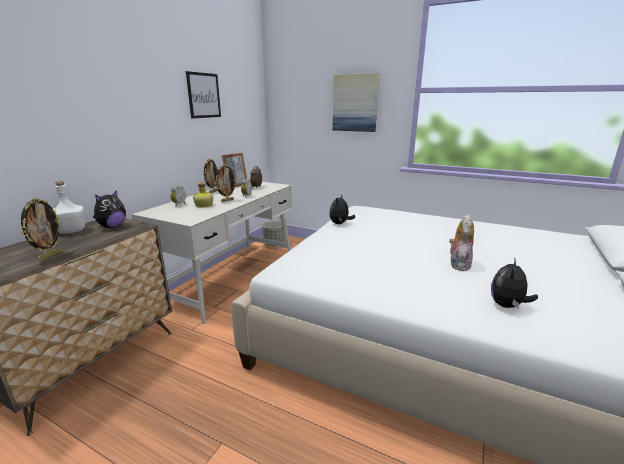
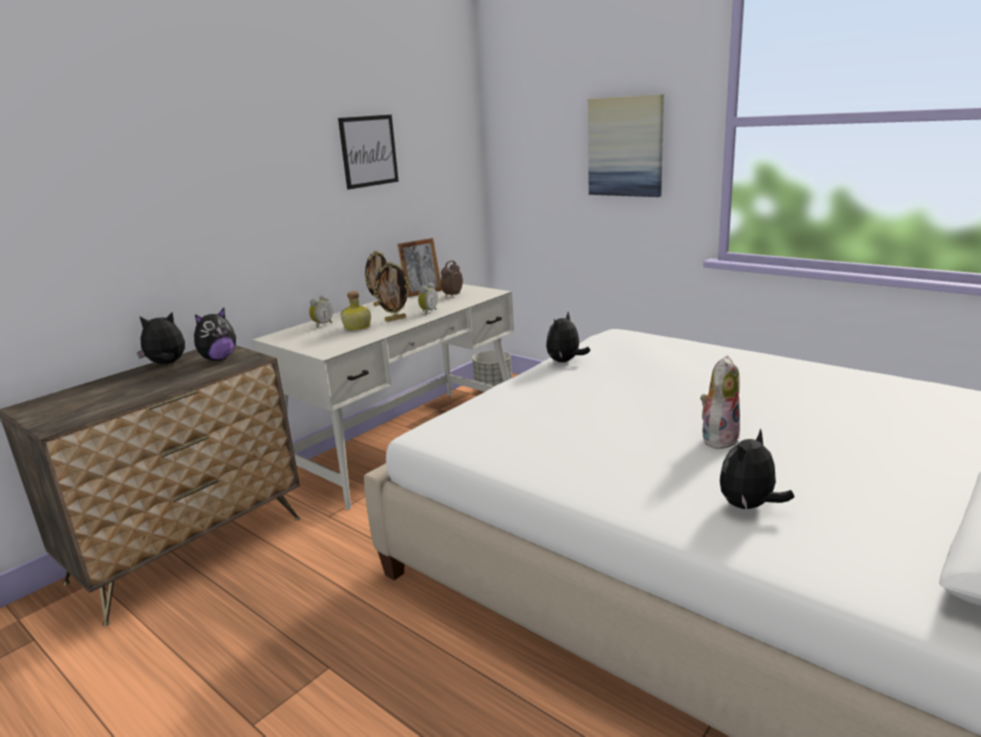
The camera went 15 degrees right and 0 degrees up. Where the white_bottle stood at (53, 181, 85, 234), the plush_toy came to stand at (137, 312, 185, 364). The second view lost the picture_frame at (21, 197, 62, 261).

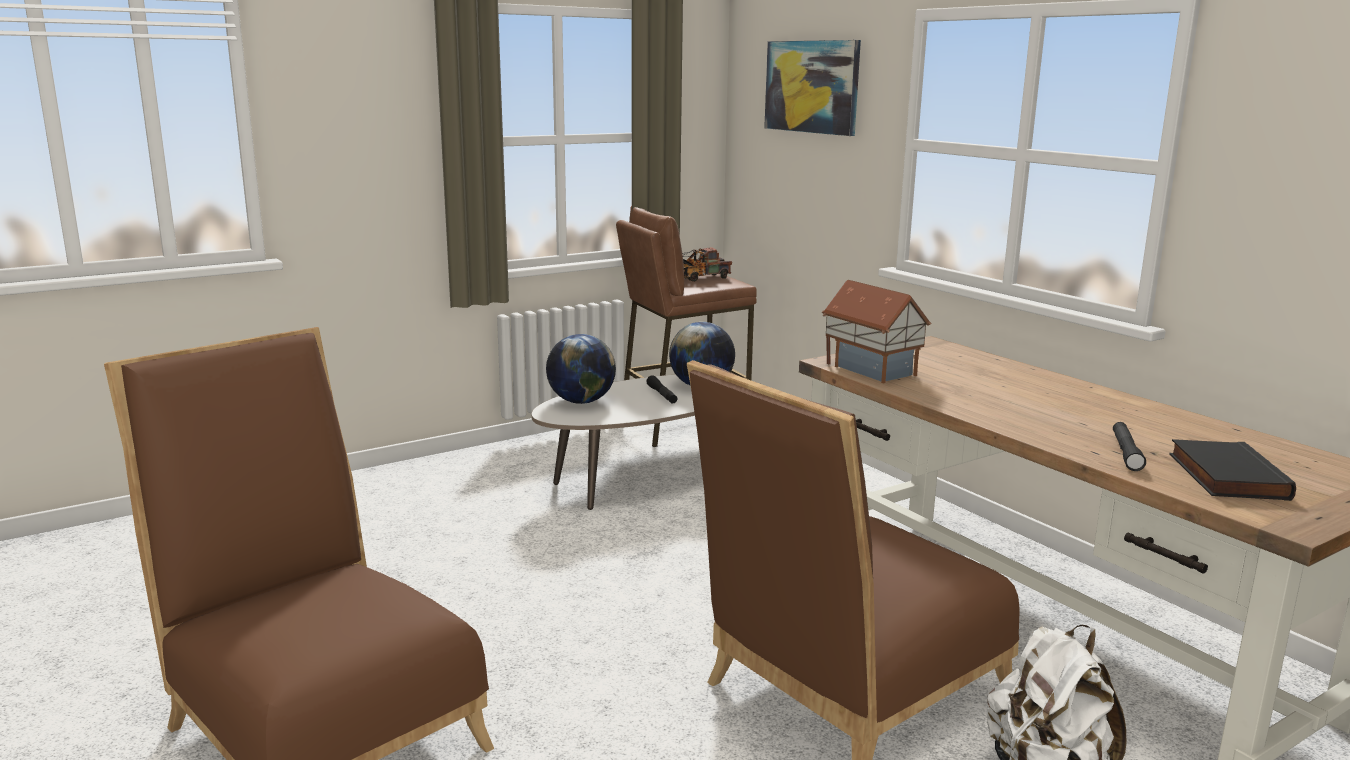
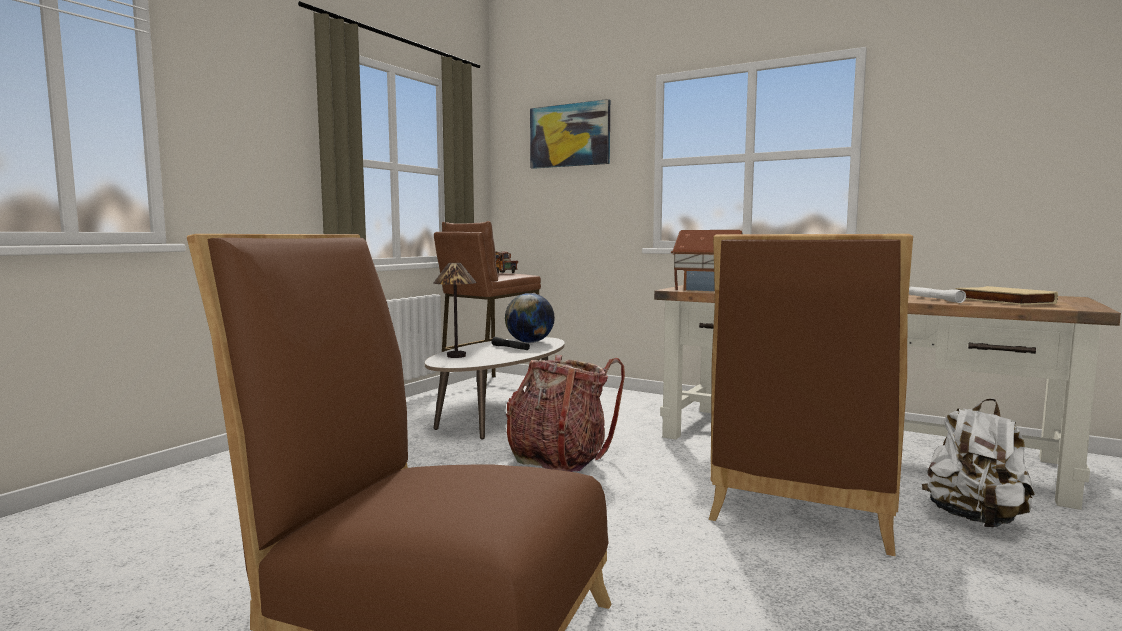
The camera went 25 degrees left and 10 degrees down. Where the globe stood at (546, 334, 616, 404), the table_lamp came to stand at (433, 263, 477, 358). The second view gained the backpack at (506, 355, 625, 472). What was the black_flashlight at (1113, 422, 1146, 471) turned into the white_flashlight at (909, 286, 966, 303). What was the black_book at (1169, 439, 1296, 501) turned into the beige_book at (955, 286, 1058, 305).

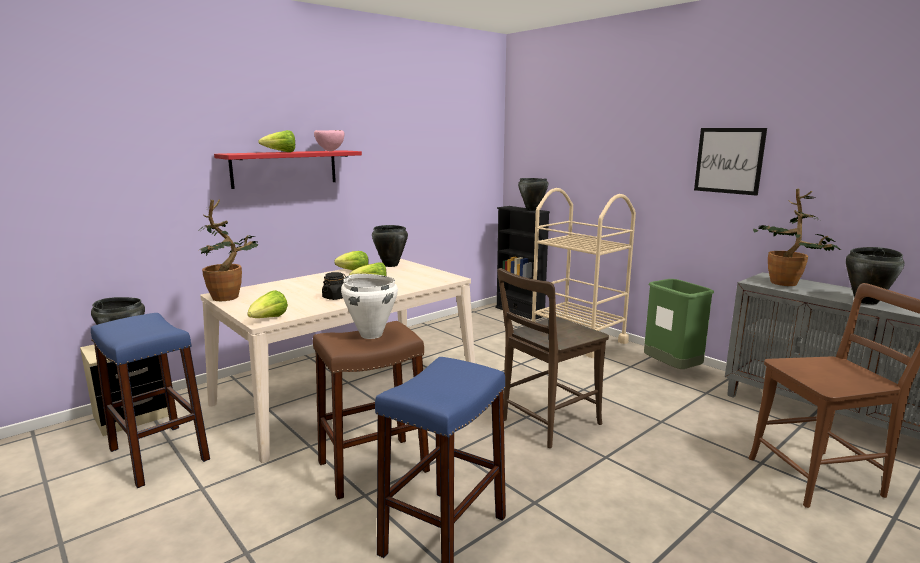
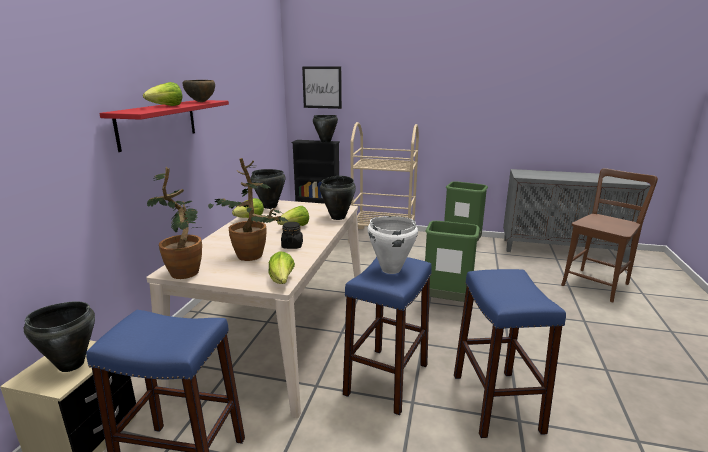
The camera went 35 degrees left and 5 degrees up. What was the pink_bowl at (314, 130, 344, 151) turned into the brown_bowl at (183, 80, 215, 102). The potted_plant ended up elsewhere, having gone from (753, 189, 840, 286) to (208, 158, 288, 261). The picture ended up elsewhere, having gone from (694, 128, 767, 196) to (302, 66, 342, 109). The black_cooking_pot ended up elsewhere, having gone from (846, 247, 905, 304) to (320, 176, 356, 220). What was the brown_stool at (313, 321, 430, 500) turned into the blue_stool at (343, 257, 432, 415). Where the brown_chair stood at (498, 268, 609, 448), the green_trash_can came to stand at (425, 221, 480, 302).

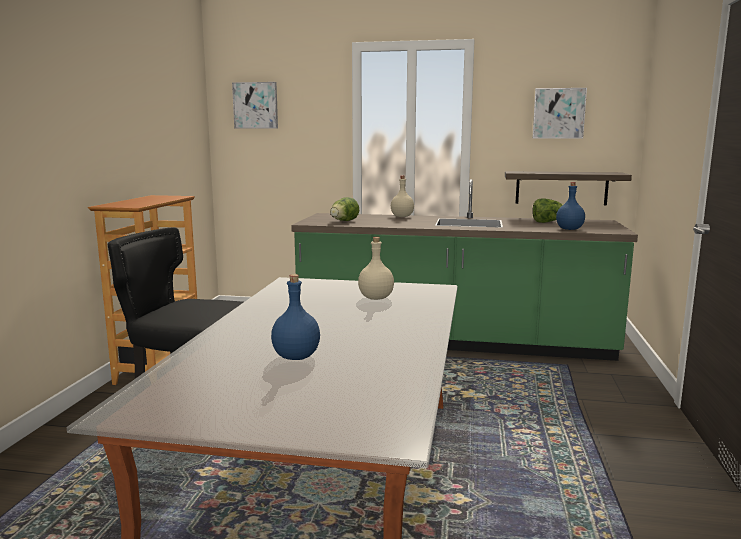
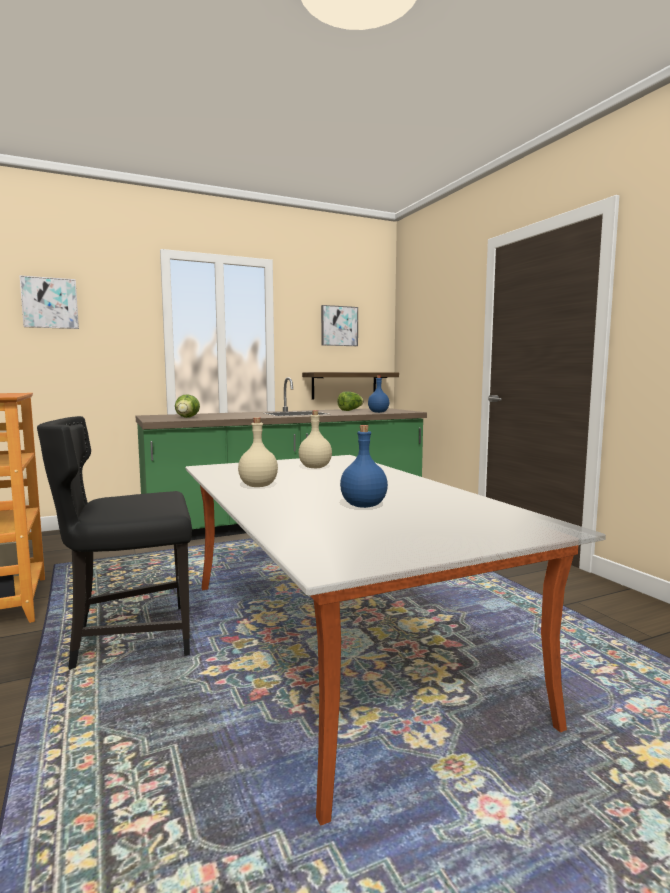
The camera went 35 degrees left and 5 degrees down. The beige_bottle ended up elsewhere, having gone from (391, 176, 414, 217) to (238, 417, 278, 487).

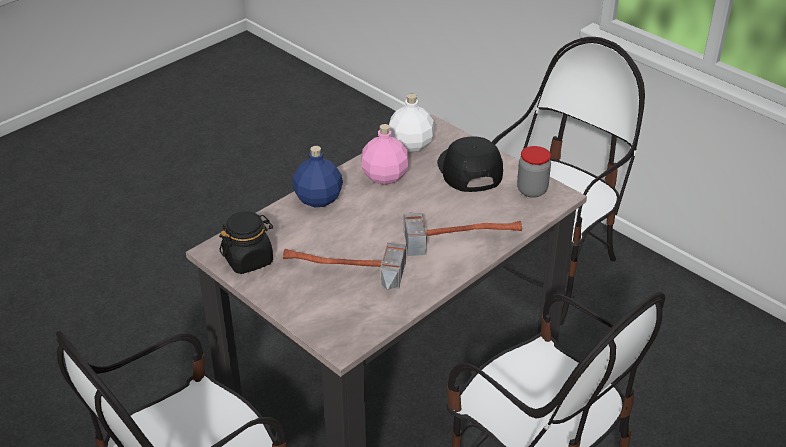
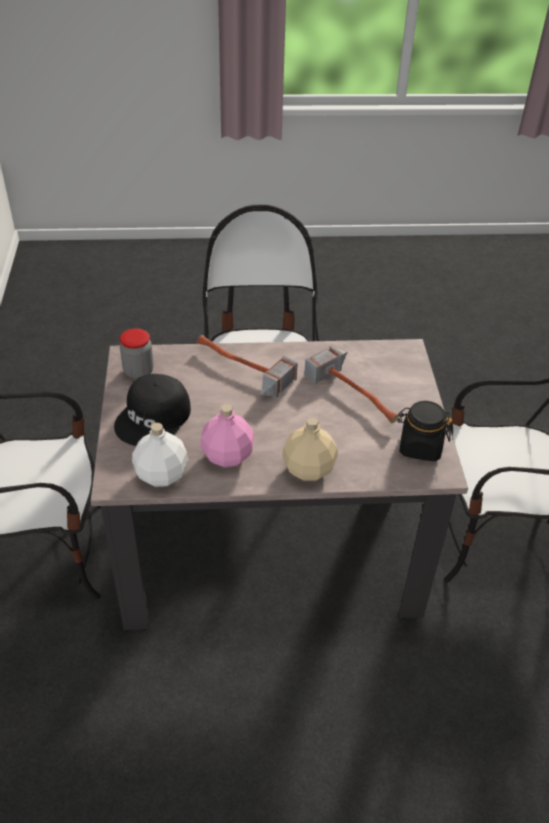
The camera went 140 degrees left and 5 degrees up. What was the blue_bottle at (292, 146, 343, 207) turned into the beige_bottle at (282, 418, 338, 481).

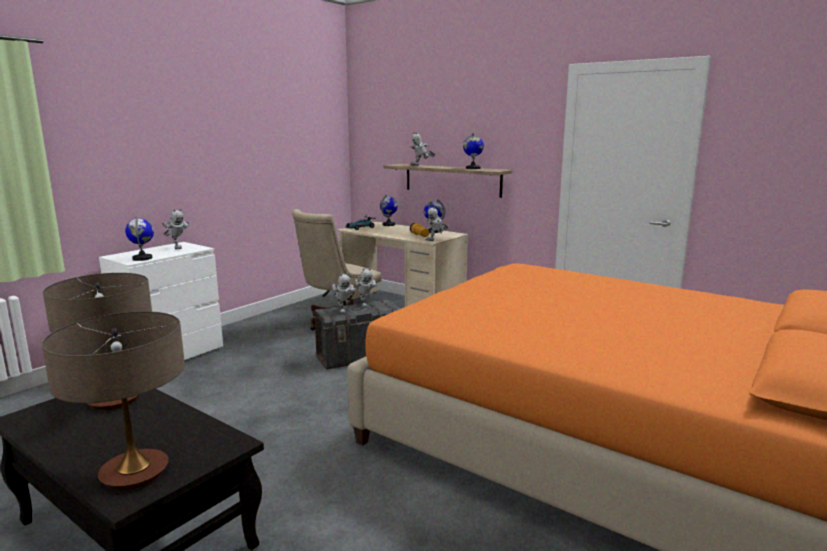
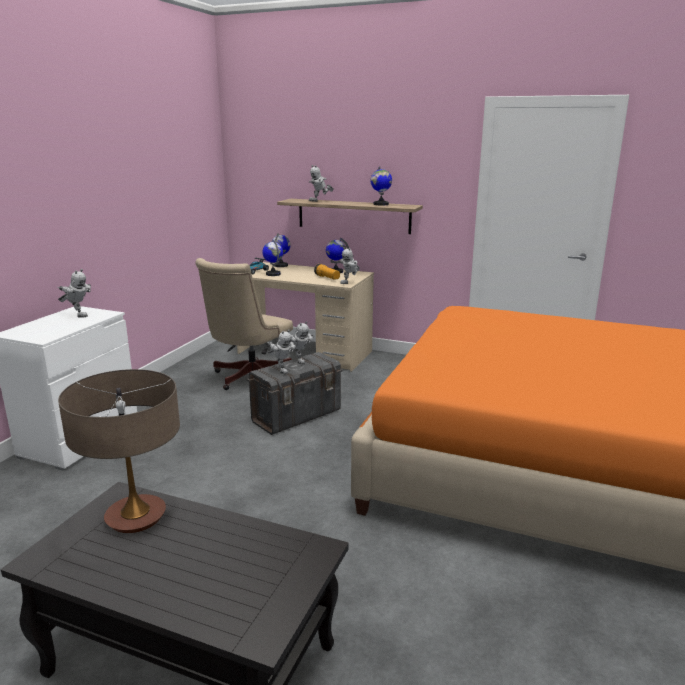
The camera went 15 degrees left and 5 degrees up. The globe ended up elsewhere, having gone from (125, 216, 154, 261) to (262, 240, 283, 276). The second view lost the table_lamp at (42, 311, 185, 490).

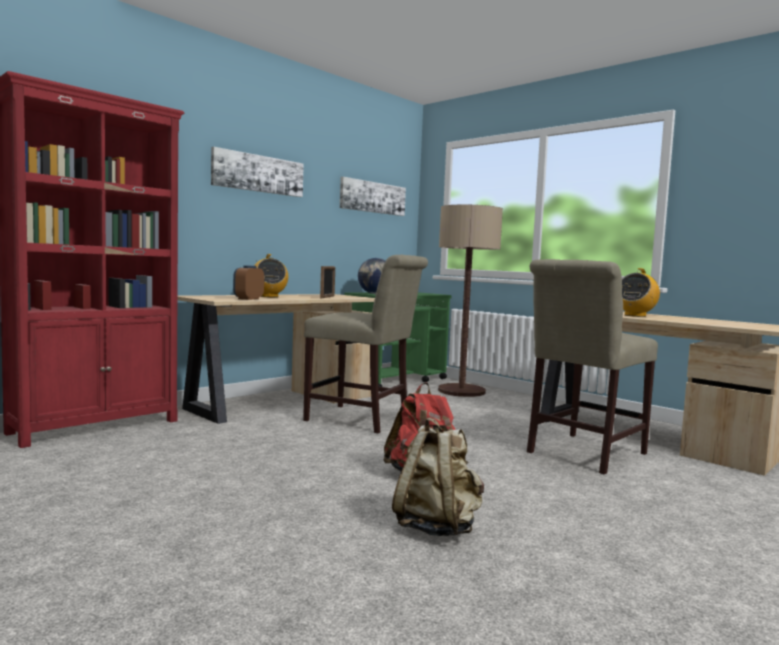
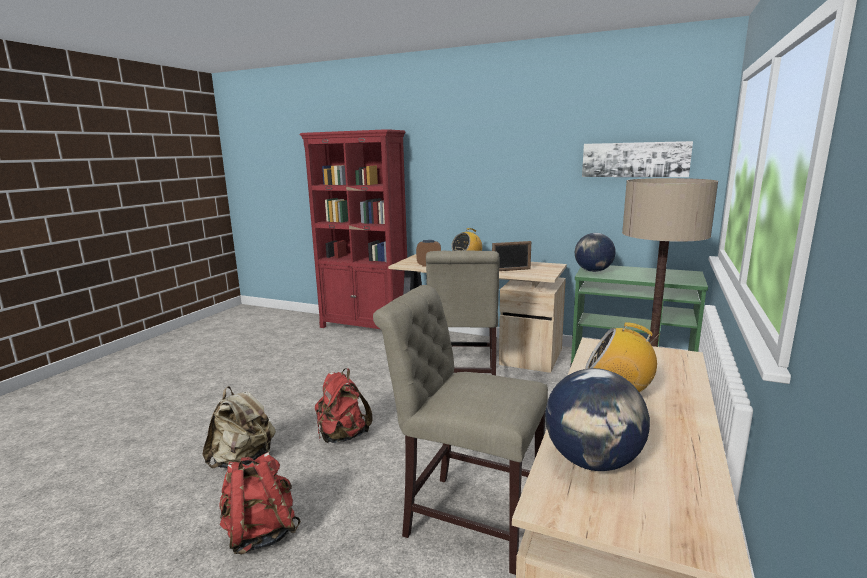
The camera went 70 degrees right and 10 degrees up. The second view gained the red_backpack at (219, 452, 301, 555). The second view gained the globe at (545, 368, 650, 471). The second view lost the picture at (211, 147, 304, 197).

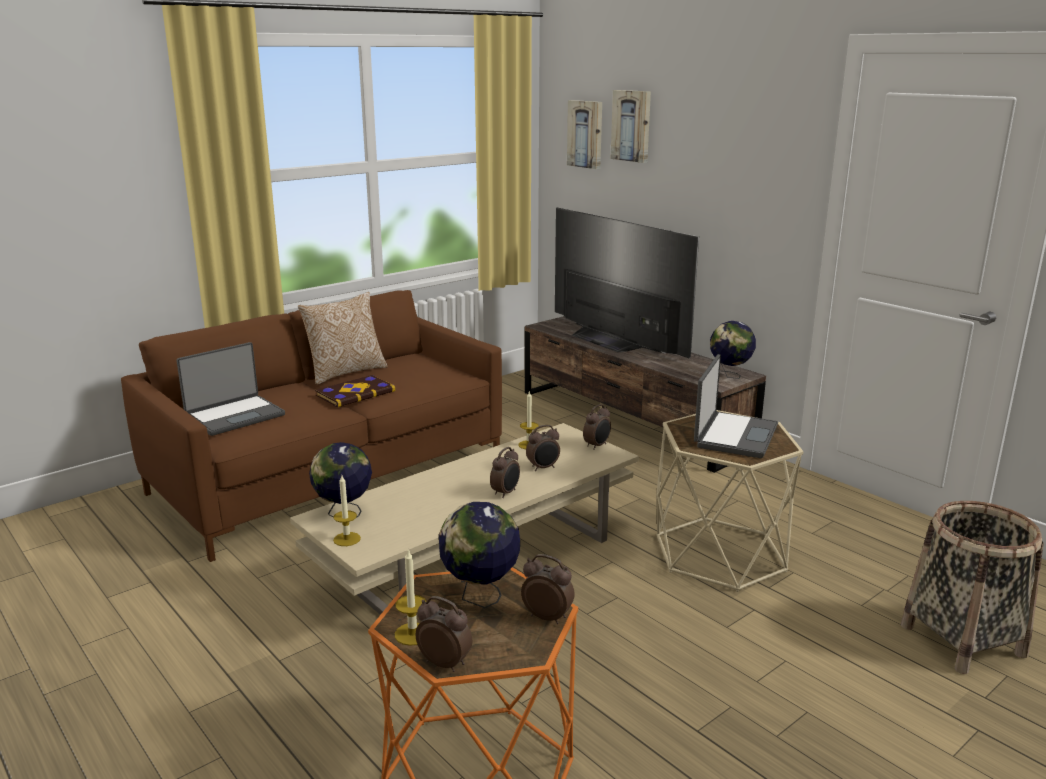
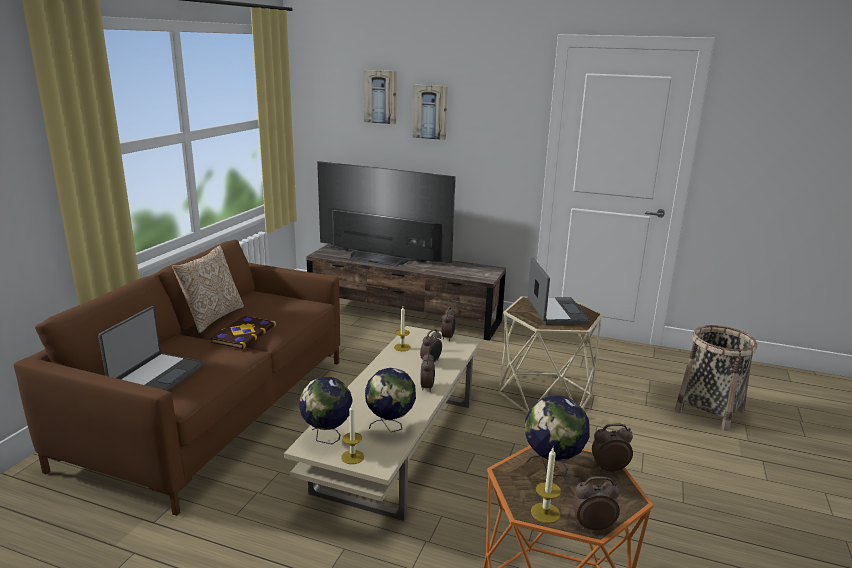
The camera went 30 degrees left and 0 degrees up. The globe ended up elsewhere, having gone from (710, 321, 756, 379) to (365, 368, 416, 432). The picture ended up elsewhere, having gone from (567, 100, 602, 169) to (412, 85, 448, 140).

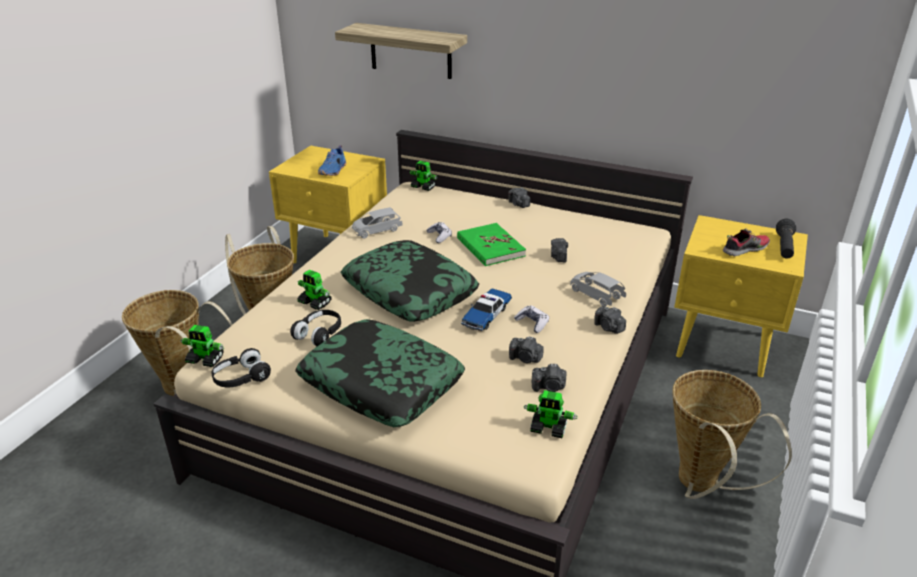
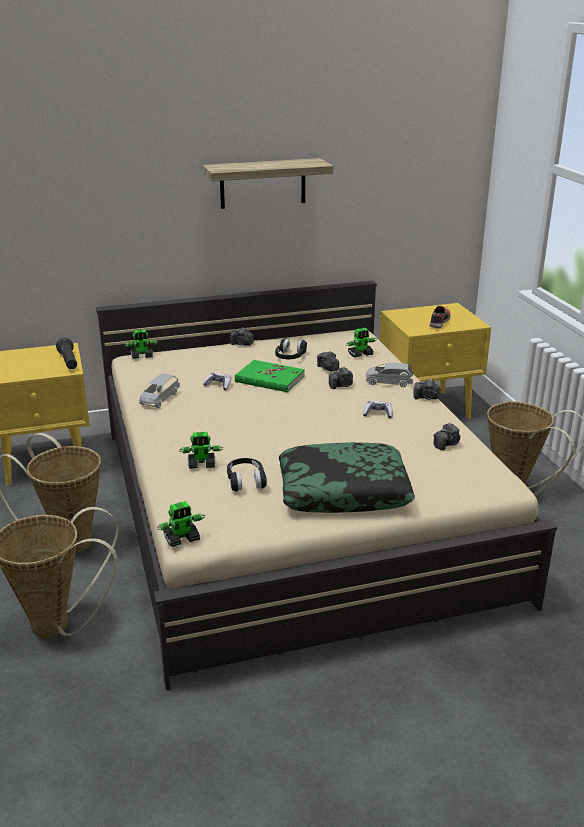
The camera went 40 degrees left and 5 degrees down. The black_flashlight ended up elsewhere, having gone from (776, 219, 796, 259) to (56, 338, 77, 369). The shelf ended up elsewhere, having gone from (335, 23, 467, 79) to (203, 158, 333, 209). The black_headphones ended up elsewhere, having gone from (212, 348, 271, 387) to (275, 338, 307, 359). The photo_camera ended up elsewhere, having gone from (509, 336, 543, 363) to (329, 367, 353, 389). The toy_robot ended up elsewhere, having gone from (524, 390, 578, 438) to (347, 328, 376, 357). The second view lost the blue_shoe at (318, 145, 346, 176). The second view lost the pillow at (341, 240, 479, 322). The second view lost the toy_car at (461, 288, 512, 331).

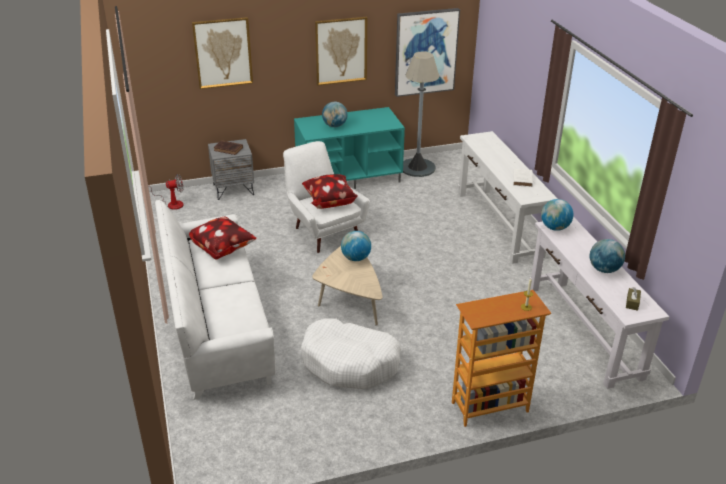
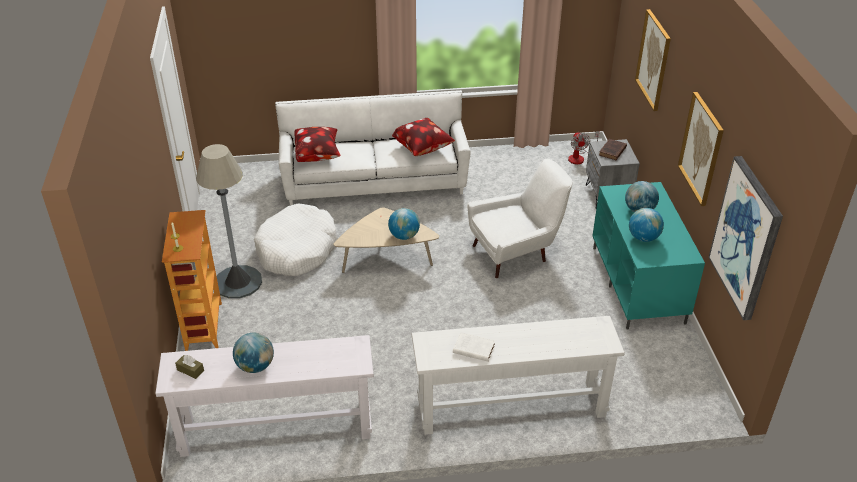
The camera went 100 degrees right and 5 degrees up. The grey_floor_lamp ended up elsewhere, having gone from (403, 51, 440, 177) to (196, 144, 262, 299). The pillow ended up elsewhere, having gone from (302, 174, 358, 209) to (294, 127, 340, 162). The globe ended up elsewhere, having gone from (541, 199, 573, 231) to (629, 208, 664, 242).

